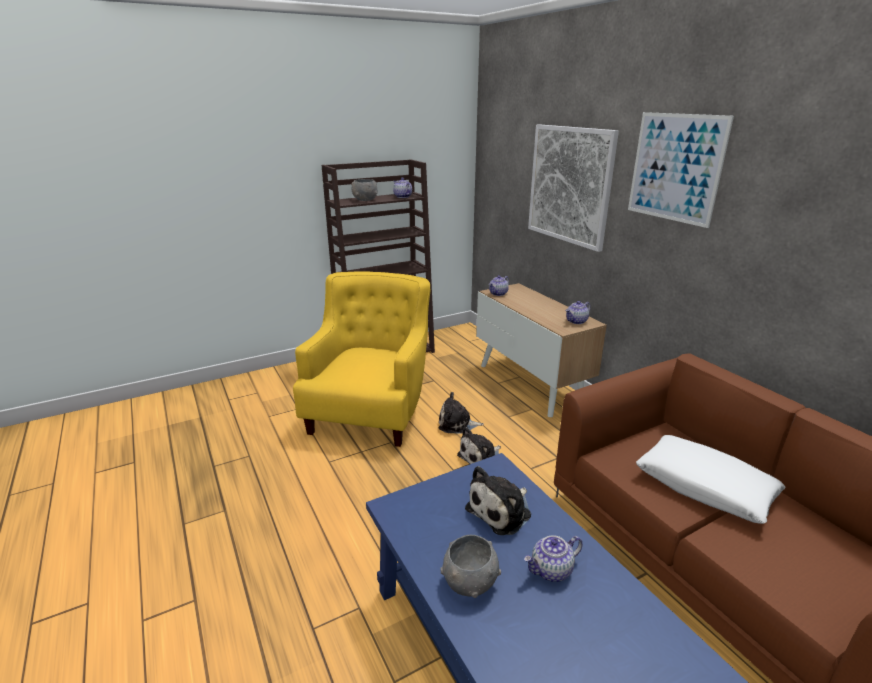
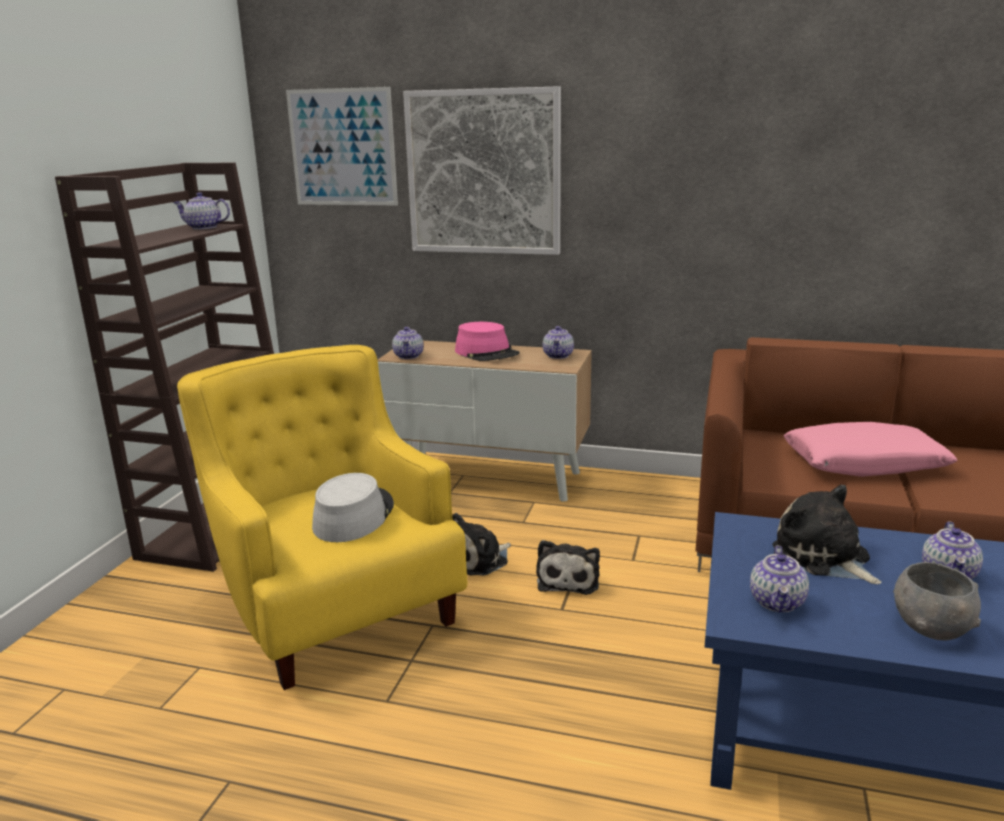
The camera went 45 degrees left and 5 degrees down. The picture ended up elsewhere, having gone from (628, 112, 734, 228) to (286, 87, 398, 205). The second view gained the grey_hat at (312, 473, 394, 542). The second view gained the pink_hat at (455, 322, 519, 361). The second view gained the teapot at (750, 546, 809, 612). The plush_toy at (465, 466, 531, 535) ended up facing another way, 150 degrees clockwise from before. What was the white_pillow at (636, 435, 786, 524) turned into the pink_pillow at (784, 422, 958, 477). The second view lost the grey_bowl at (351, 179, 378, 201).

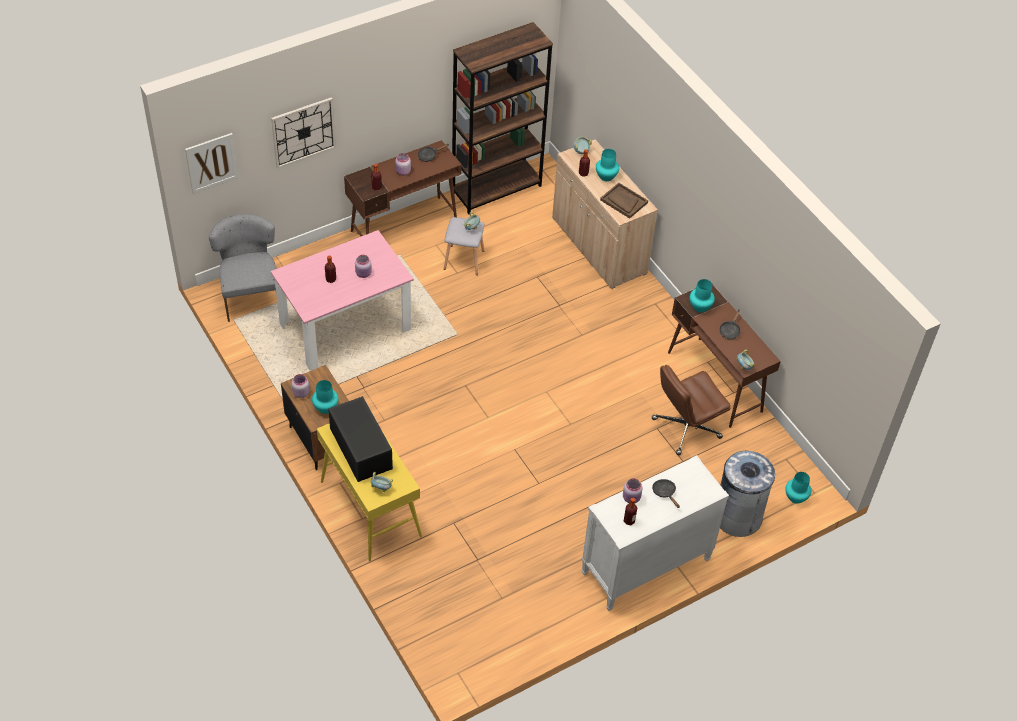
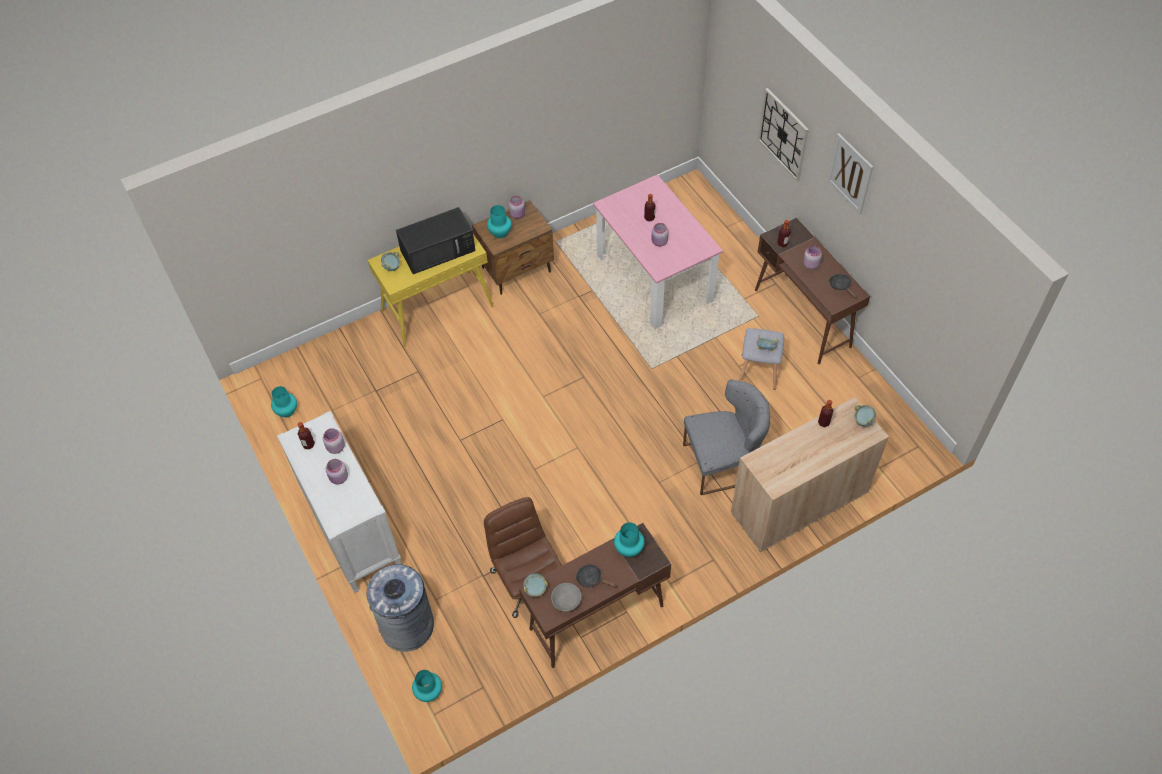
The camera went 95 degrees right and 5 degrees up. The turquoise_vase ended up elsewhere, having gone from (596, 149, 619, 181) to (271, 386, 297, 417). Where the black_frying_pan stood at (652, 479, 680, 508), the pink_jar came to stand at (326, 459, 348, 484). The second view gained the grey_bowl at (551, 583, 582, 612). The grey_chair ended up elsewhere, having gone from (209, 214, 277, 322) to (683, 379, 770, 495). The picture ended up elsewhere, having gone from (185, 133, 238, 194) to (827, 133, 873, 214). The second view lost the brown_bookcase at (452, 22, 553, 214). The second view lost the brown_tray at (600, 183, 648, 219).

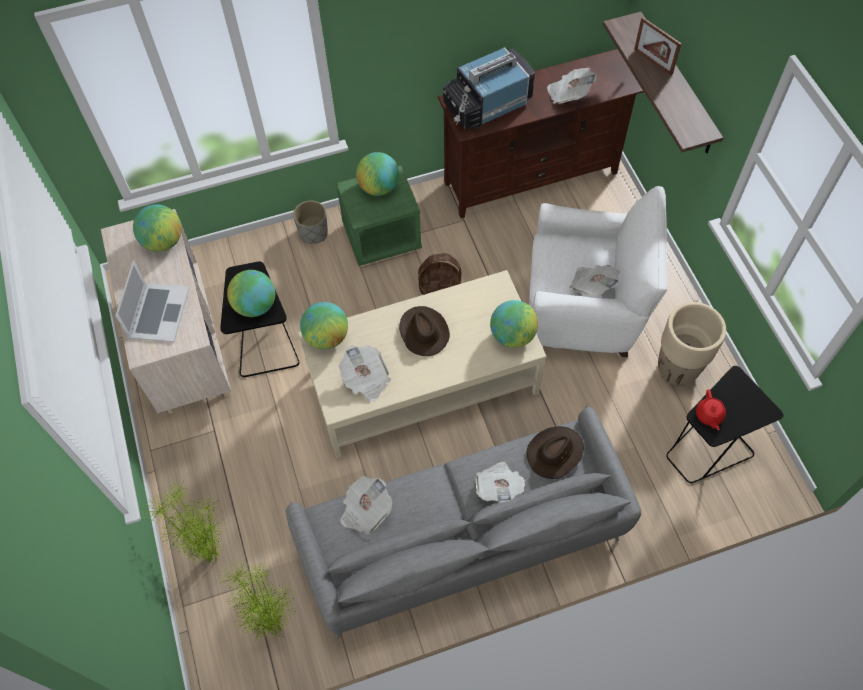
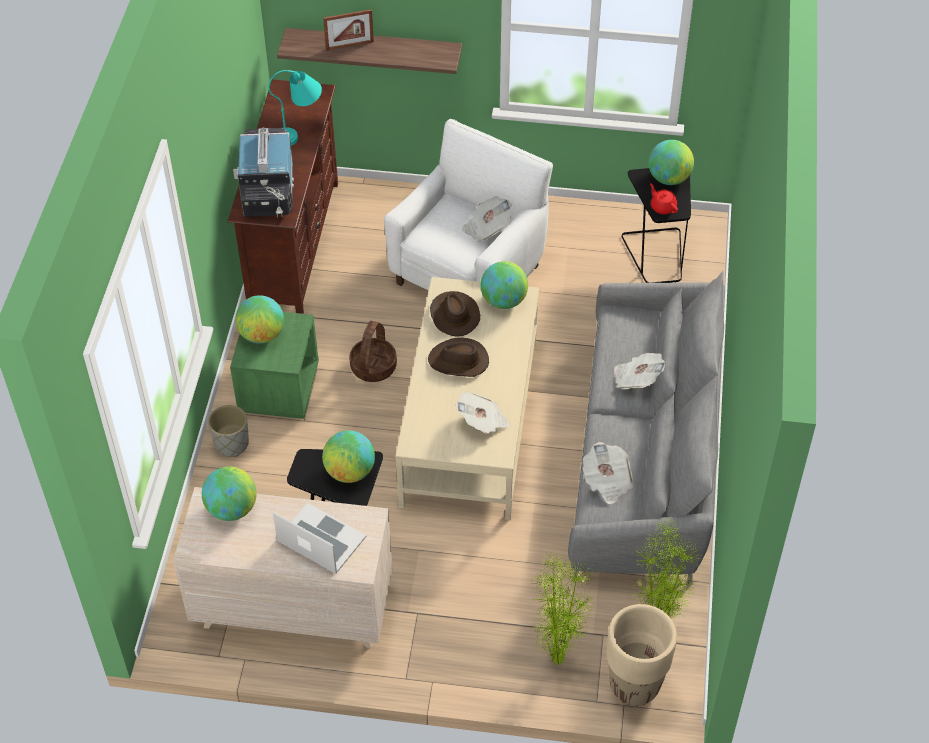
The camera went 65 degrees left and 10 degrees down. Where the newspaper stood at (547, 68, 597, 104), the turquoise_table_lamp came to stand at (269, 70, 322, 146). The brown_hat ended up elsewhere, having gone from (527, 426, 584, 479) to (430, 291, 480, 337). The beige_planter ended up elsewhere, having gone from (658, 302, 726, 386) to (606, 604, 677, 706). The globe ended up elsewhere, having gone from (300, 302, 348, 350) to (649, 140, 694, 185). The red_teapot at (696, 389, 726, 431) ended up facing another way, 150 degrees counterclockwise from before.

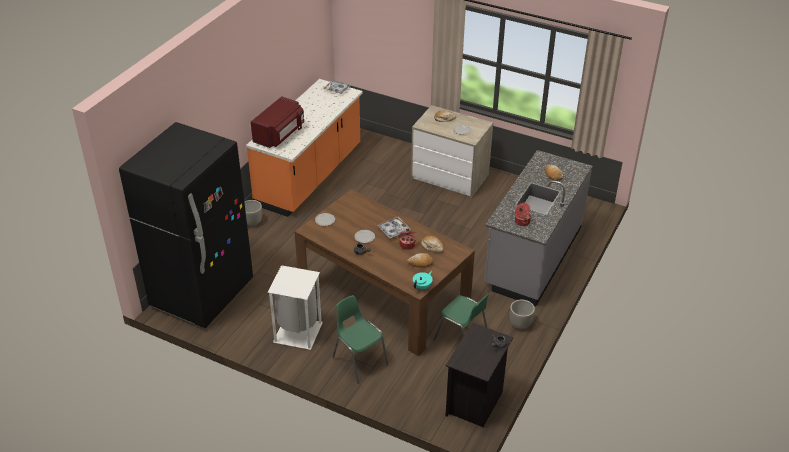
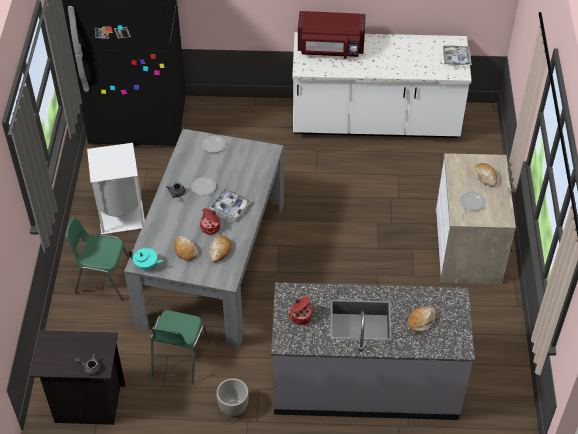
The camera went 65 degrees right and 10 degrees up. The green_chair at (332, 295, 388, 384) ended up facing another way, 105 degrees counterclockwise from before. What was the brown_dining_table at (294, 189, 475, 356) turned into the grey_dining_table at (124, 129, 284, 348). What was the orange_counter at (246, 79, 363, 217) turned into the white_counter at (292, 32, 472, 138). The second view lost the planter at (244, 200, 262, 226).

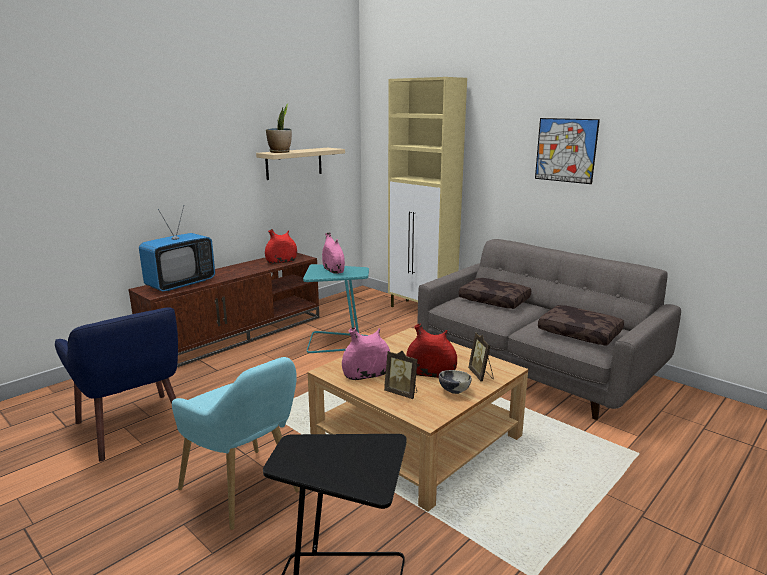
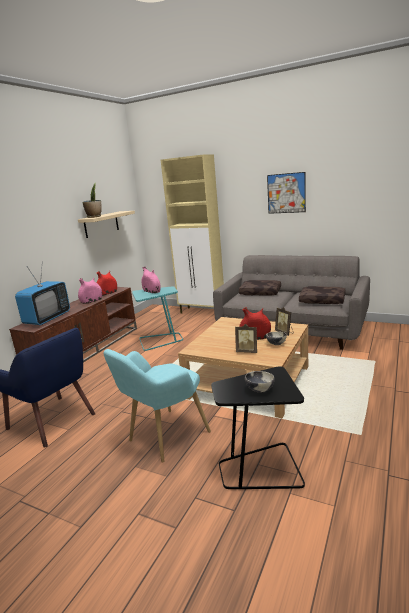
The camera went 15 degrees left and 0 degrees up. The pink_vase ended up elsewhere, having gone from (342, 327, 390, 380) to (78, 278, 102, 304). The turquoise_armchair at (172, 357, 299, 530) ended up facing another way, 105 degrees clockwise from before. The second view gained the bowl at (245, 371, 275, 393).

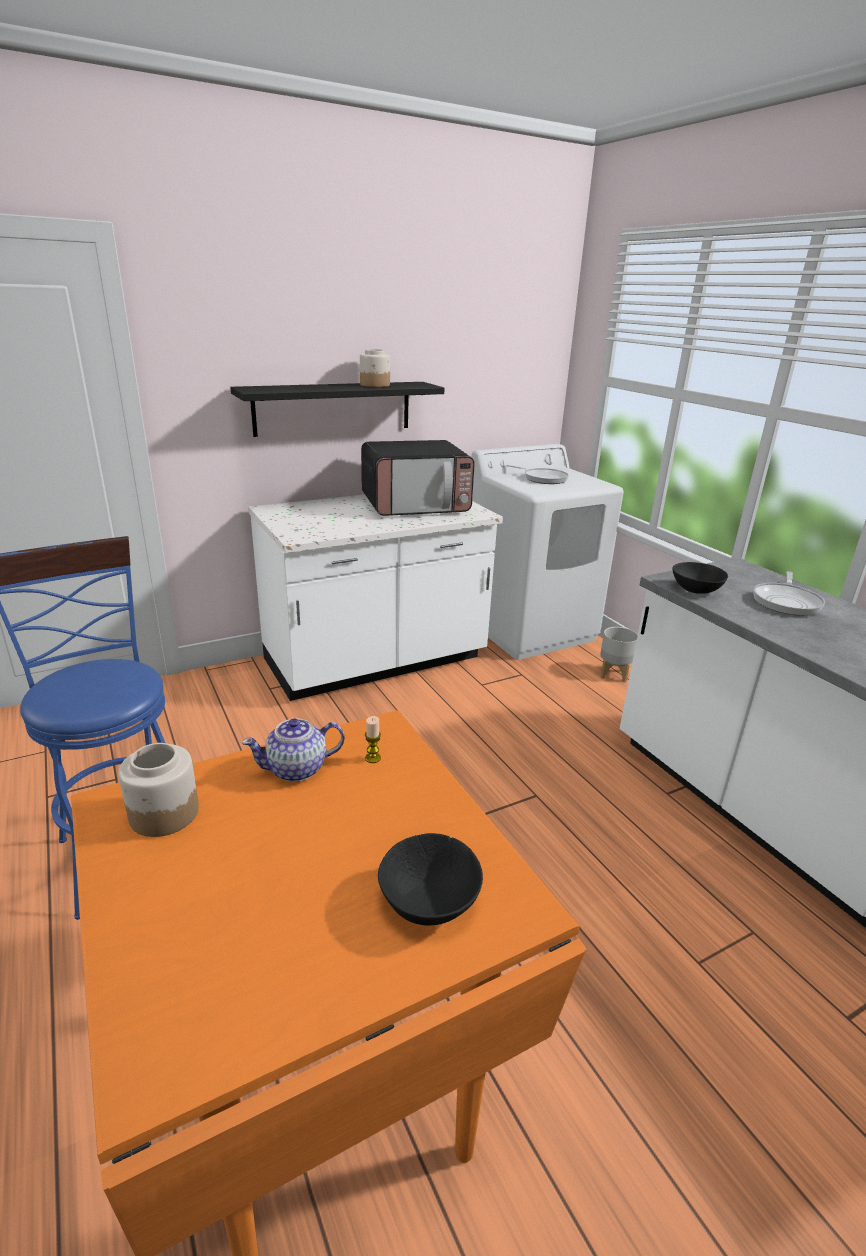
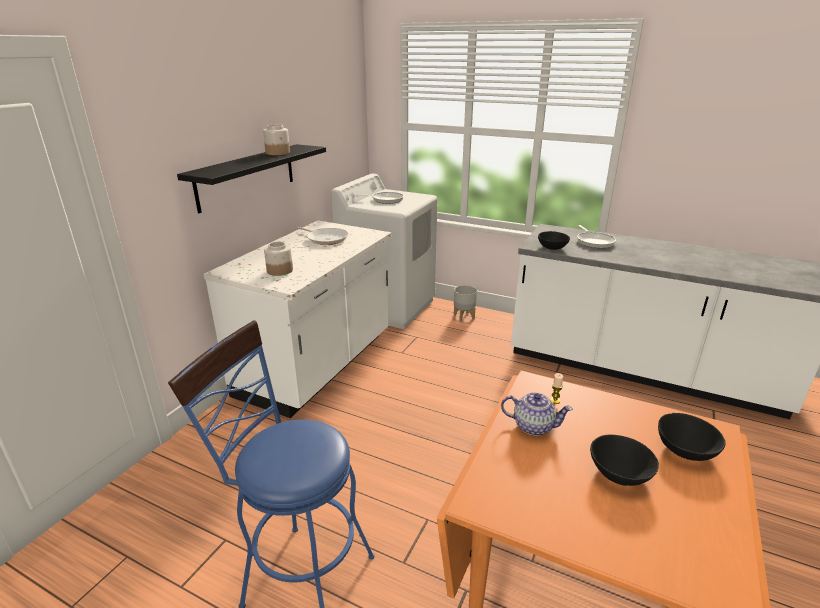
The camera went 35 degrees left and 0 degrees up. The jar ended up elsewhere, having gone from (118, 743, 199, 837) to (264, 242, 293, 276). Where the microwave stood at (361, 440, 475, 516), the frying_pan came to stand at (298, 227, 348, 245). The teapot at (242, 718, 345, 782) ended up facing another way, 105 degrees counterclockwise from before. The second view gained the black_bowl at (590, 435, 659, 486).

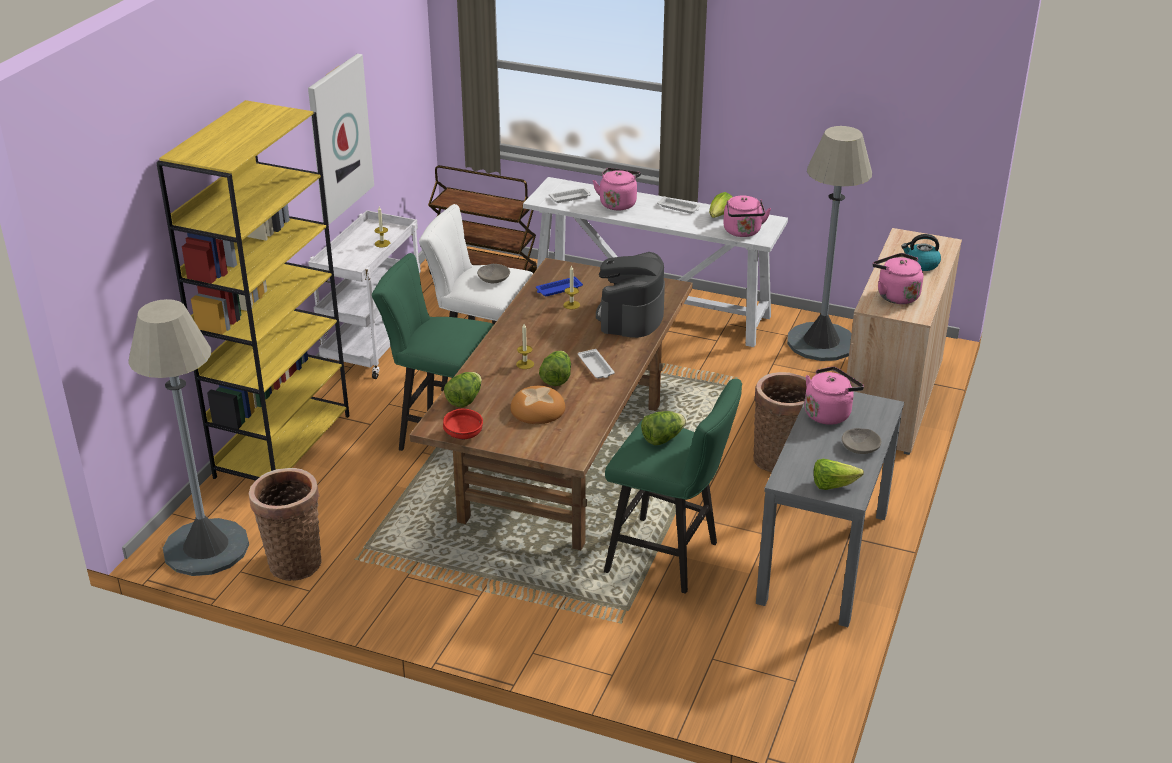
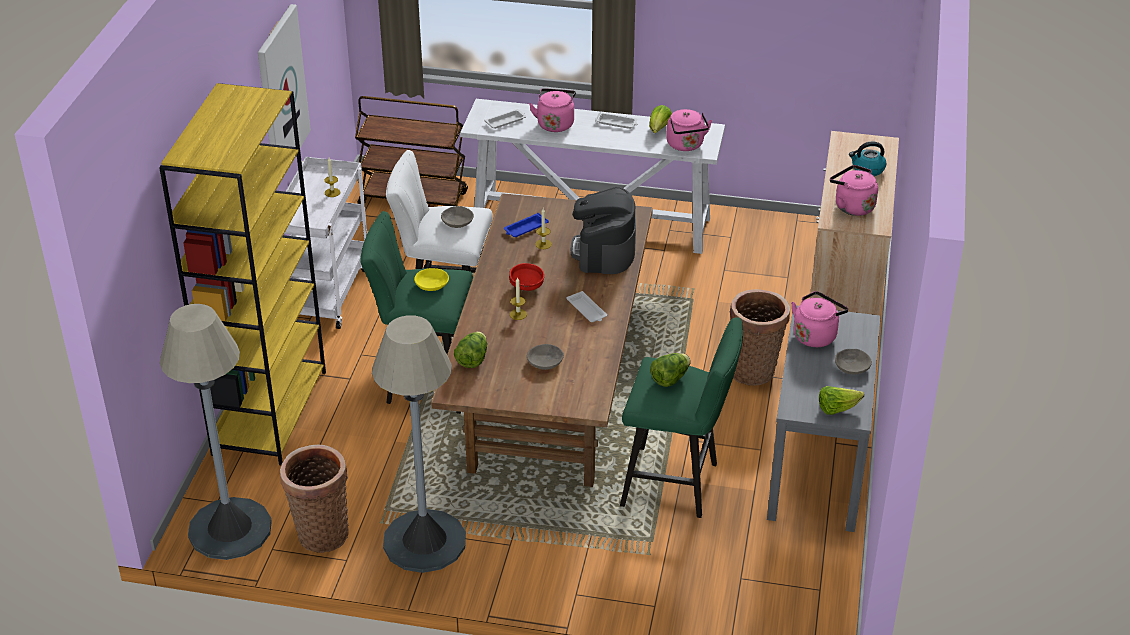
The camera went 10 degrees left and 5 degrees up. The grey_floor_lamp ended up elsewhere, having gone from (787, 126, 872, 361) to (372, 315, 466, 573). The second view gained the yellow_bowl at (414, 268, 449, 291). The red_bowl ended up elsewhere, having gone from (443, 409, 483, 440) to (509, 263, 545, 291). Where the bread stood at (510, 386, 565, 424), the grey_bowl came to stand at (527, 344, 564, 370). The second view lost the lettuce at (539, 351, 571, 386).

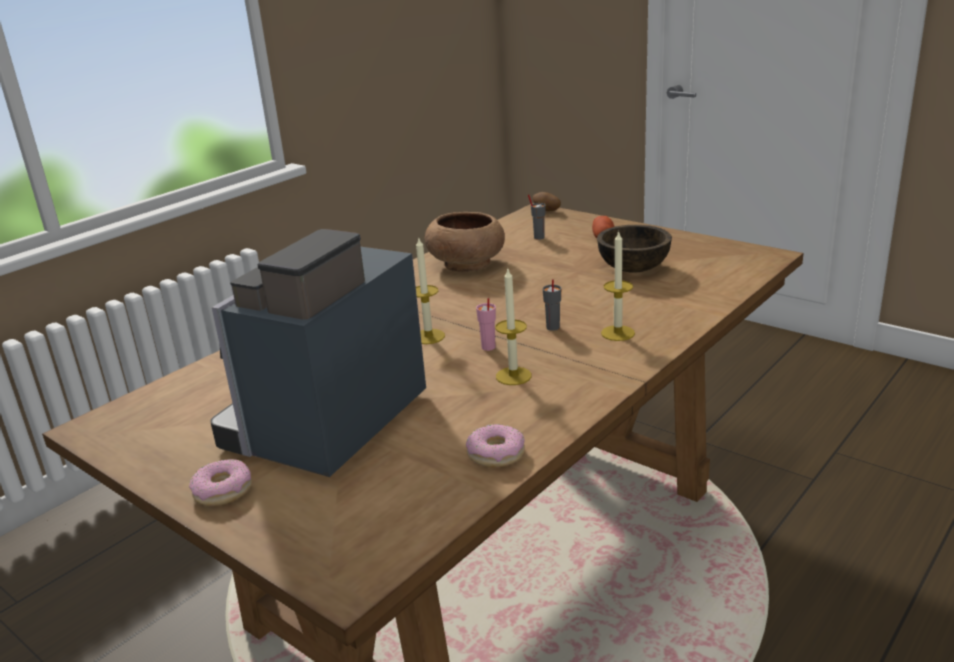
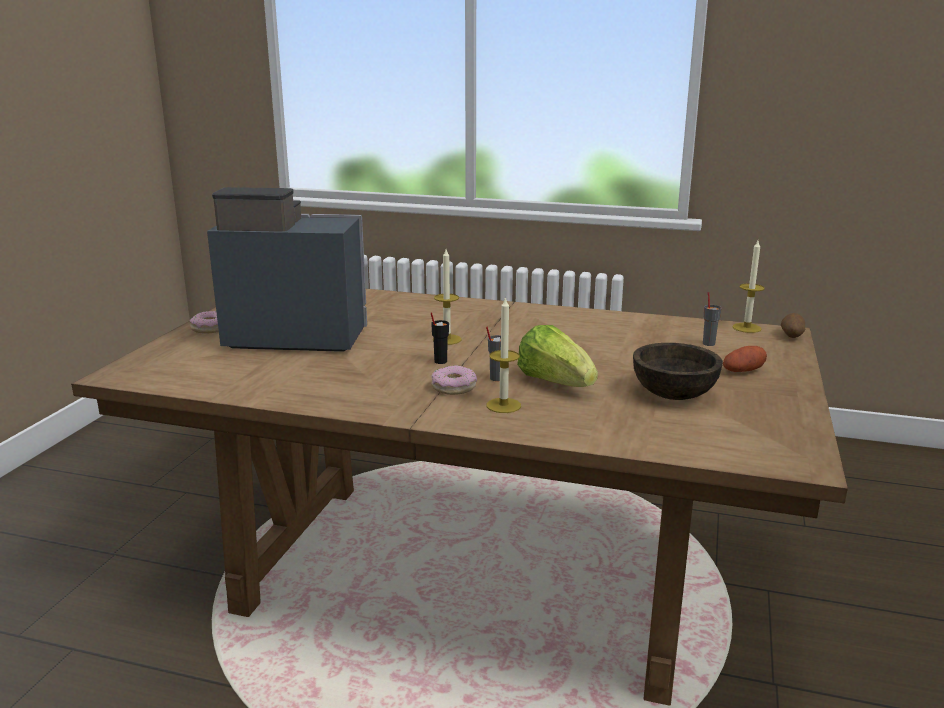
The camera went 65 degrees right and 5 degrees down. What was the pink_cup at (476, 298, 496, 351) turned into the black_cup at (431, 312, 449, 364). The donut ended up elsewhere, having gone from (466, 424, 525, 468) to (431, 365, 477, 395). The second view gained the lettuce at (517, 325, 598, 387). The candle ended up elsewhere, having gone from (495, 269, 532, 385) to (733, 241, 765, 333). The second view lost the brown_bowl at (425, 212, 505, 272).

